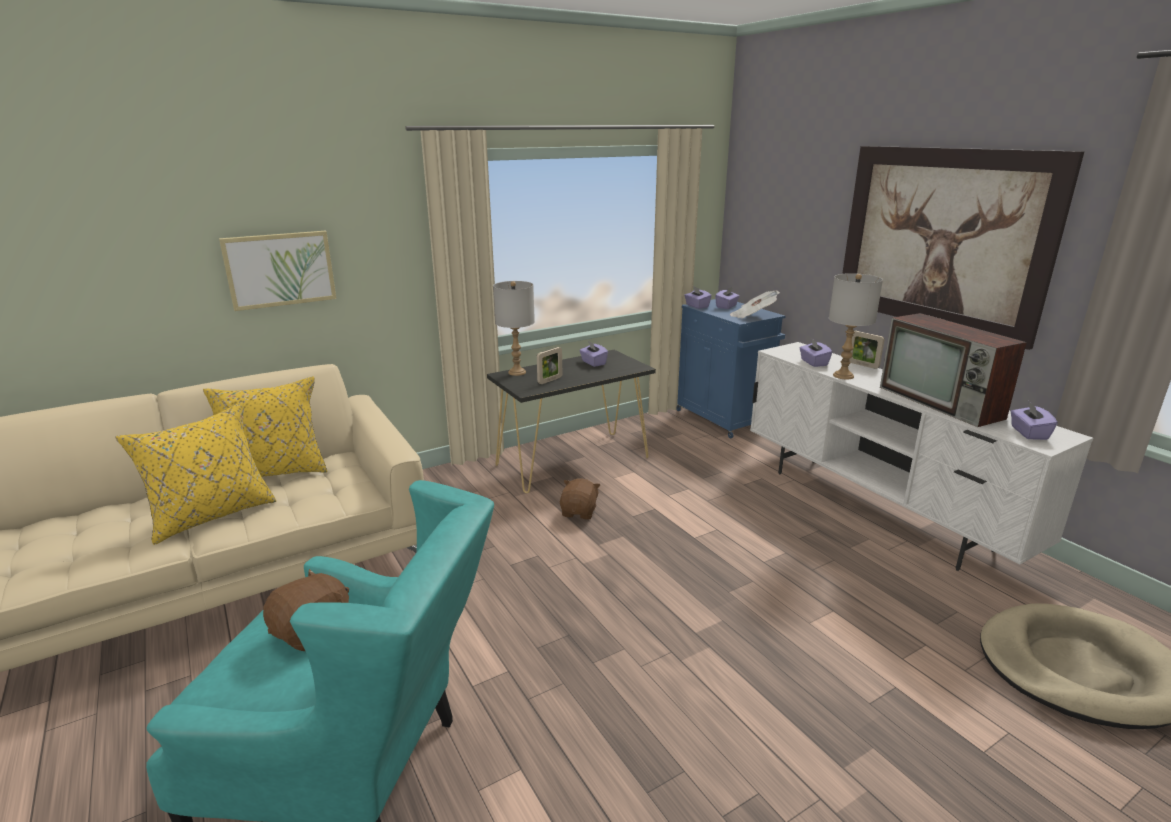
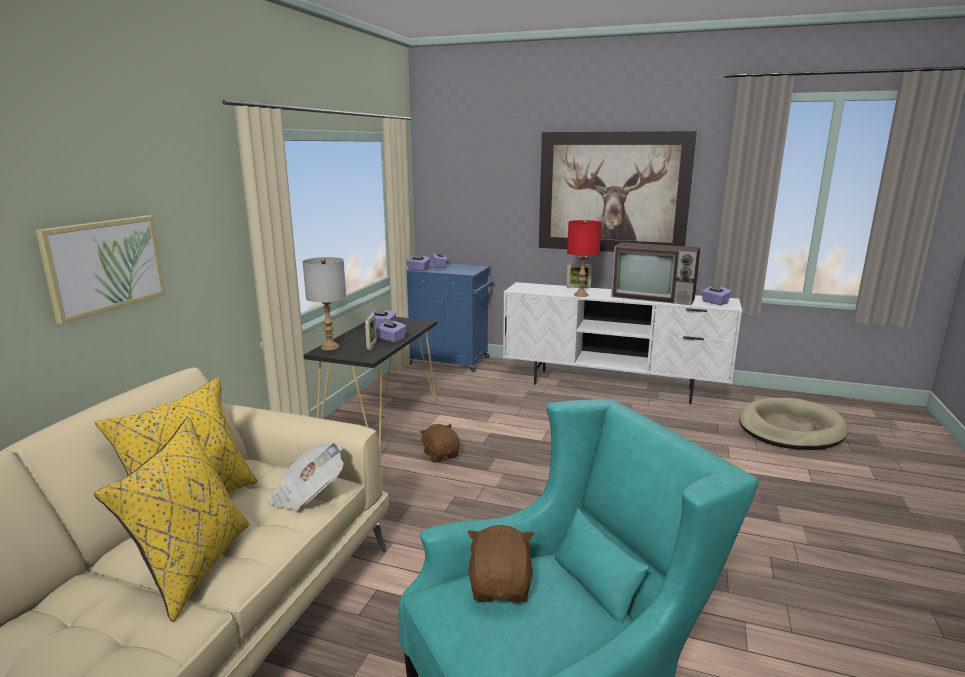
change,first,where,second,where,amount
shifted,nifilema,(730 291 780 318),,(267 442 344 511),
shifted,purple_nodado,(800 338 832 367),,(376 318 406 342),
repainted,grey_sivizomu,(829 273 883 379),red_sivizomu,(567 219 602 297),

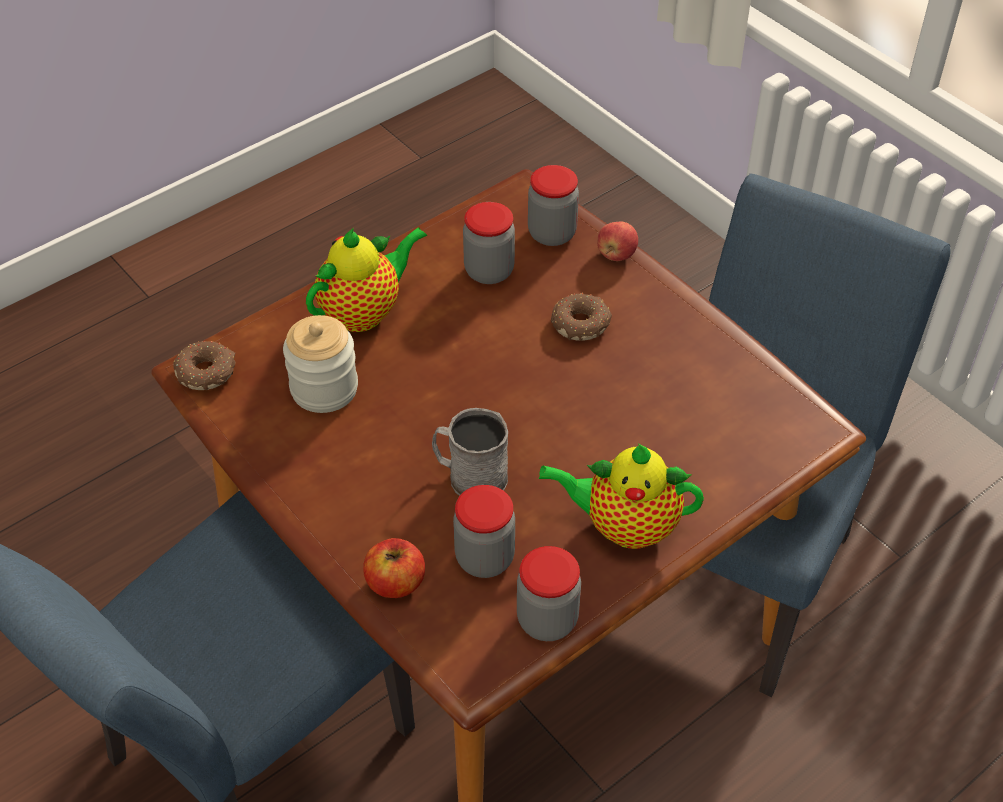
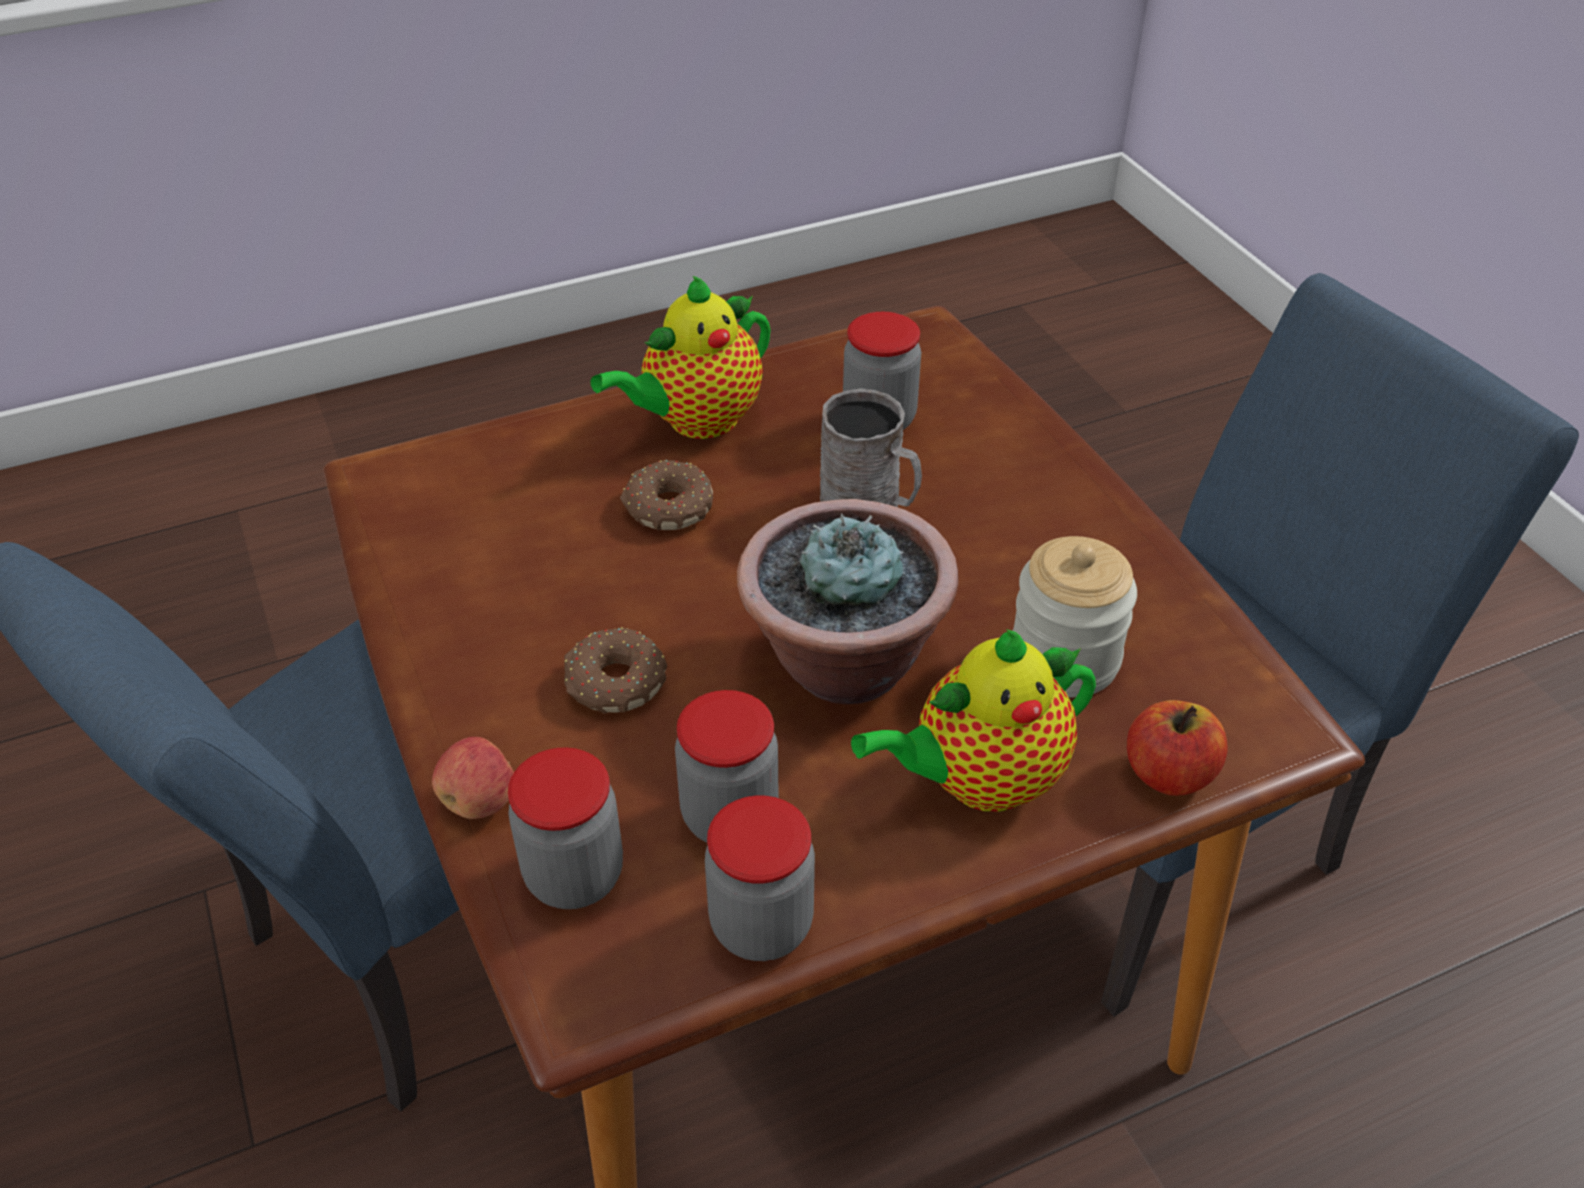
change,first,where,second,where,amount
rotated,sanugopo,(539 444 704 549),,(590 276 771 439),120 degrees clockwise
shifted,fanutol,(173 341 235 390),,(620 460 713 530),
shifted,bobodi,(517 546 581 641),,(705 795 815 961),
new,,,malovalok,(737 499 959 704),
shifted,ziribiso,(363 538 425 598),,(1127 700 1227 796),

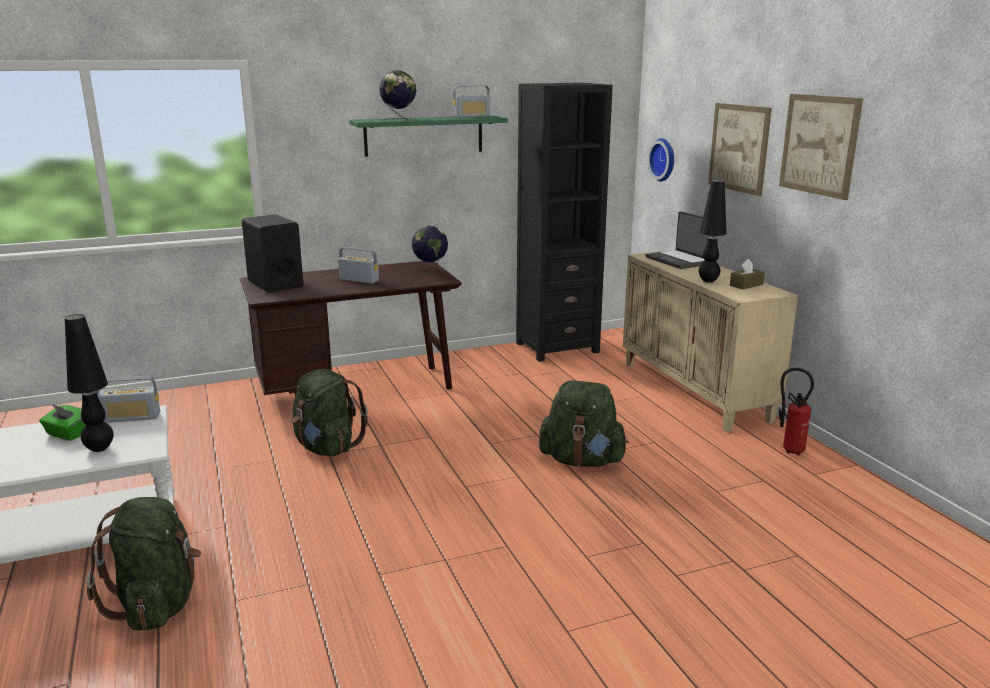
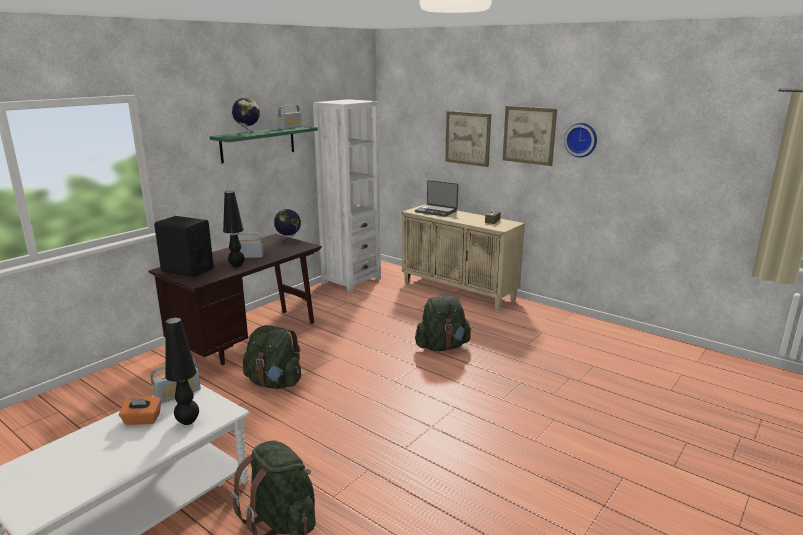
change,first,where,second,where,amount
repainted,green_nodado,(39 404 86 441),orange_nodado,(119 396 161 425),
shifted,black_sivizomu,(699 180 727 283),,(223 191 245 267),
repainted,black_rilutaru,(516 83 613 362),white_rilutaru,(313 99 381 292),
shifted,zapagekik,(648 138 674 182),,(564 123 597 157),
gone,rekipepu,(779 368 814 455),,,

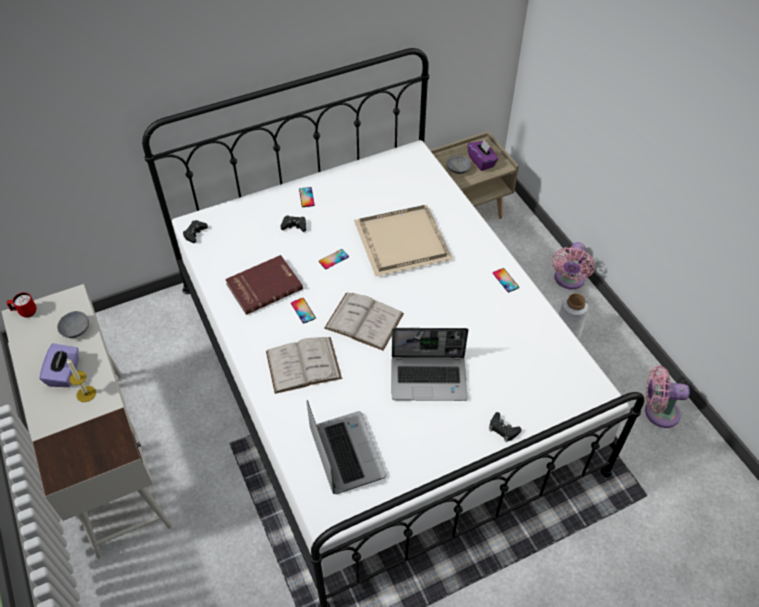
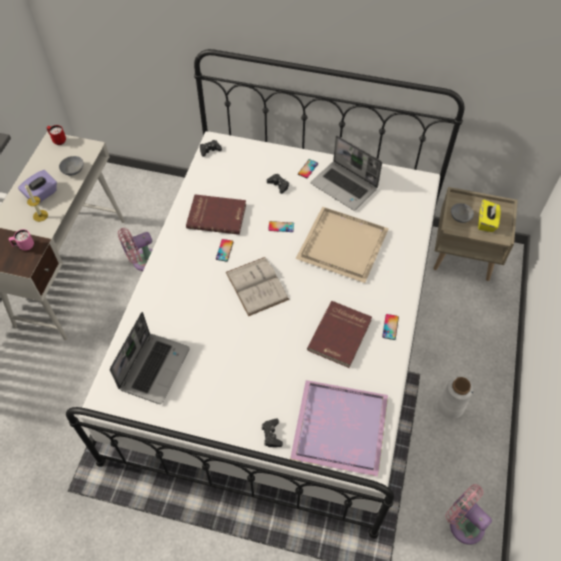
change,first,where,second,where,amount
new,,,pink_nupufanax,(9 229 34 251),
shifted,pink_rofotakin,(552 242 595 290),,(118 228 153 271),
new,,,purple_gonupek,(290 380 388 477),
new,,,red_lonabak,(307 301 372 368),
shifted,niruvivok,(392 328 469 401),,(311 135 382 211),
repainted,purple_nodado,(467 139 499 171),yellow_nodado,(478 199 500 232),
gone,white_lonabak,(266 337 342 394),,,

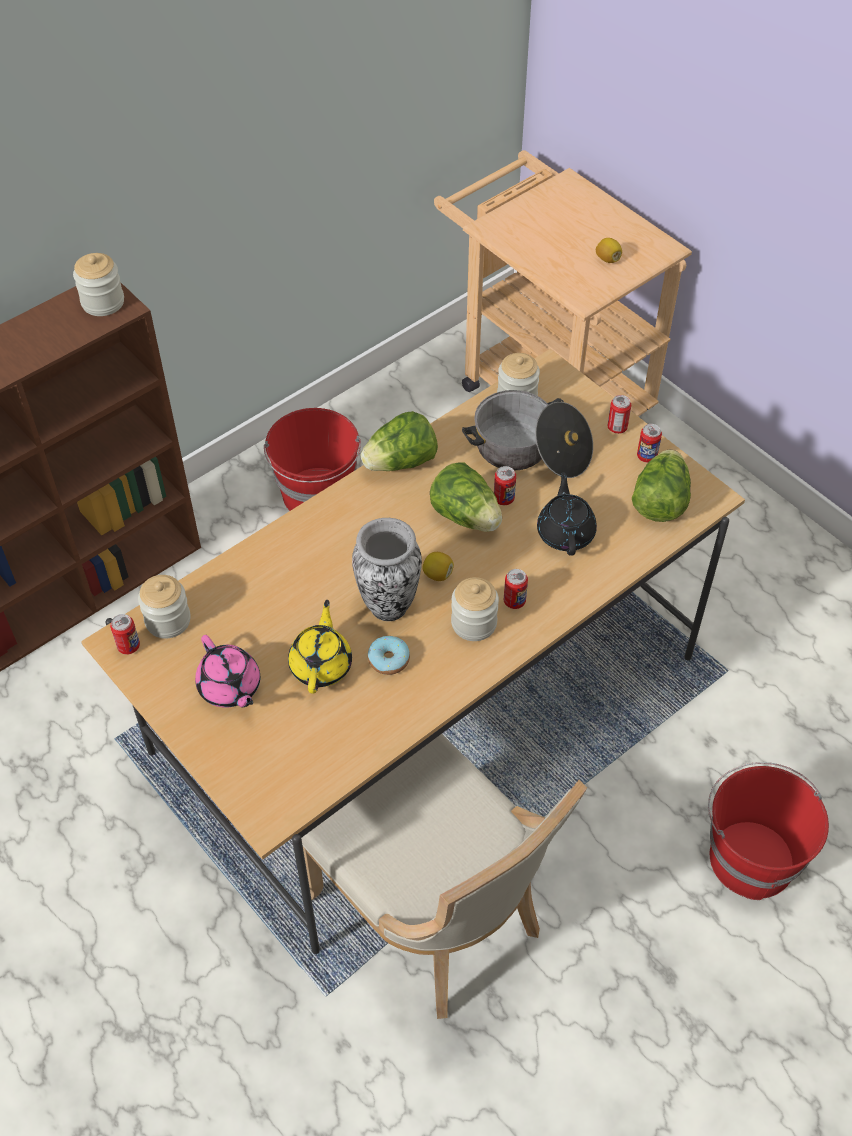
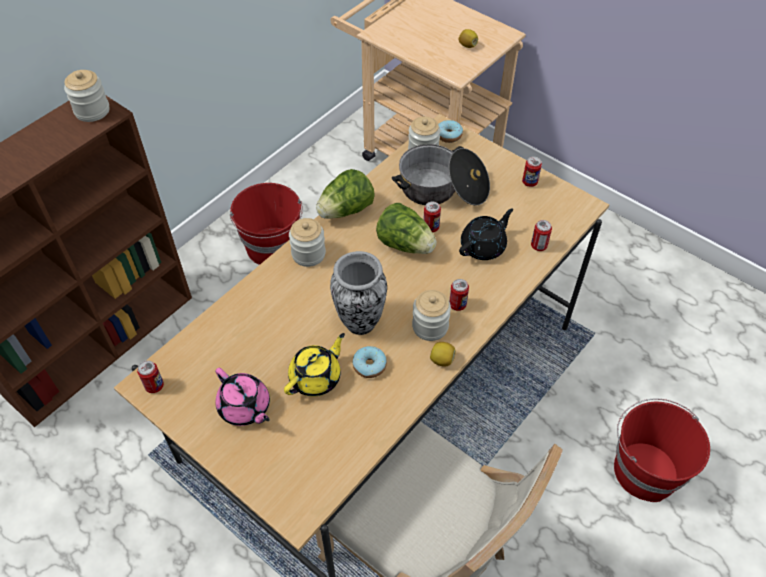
change,first,where,second,where,amount
rotated,yellow_sanugopo,(288 600 352 694),,(284 333 345 397),45 degrees clockwise
shifted,bobodi,(138 575 191 639),,(289 218 326 267),
shifted,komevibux,(422 552 454 581),,(430 342 456 367),
new,,,fanutol,(438 120 463 143),
rotated,black_sanugopo,(537 472 597 556),,(459 208 513 260),60 degrees clockwise
shifted,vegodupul,(608 395 631 434),,(531 220 552 251),
gone,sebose,(632 450 691 522),,,

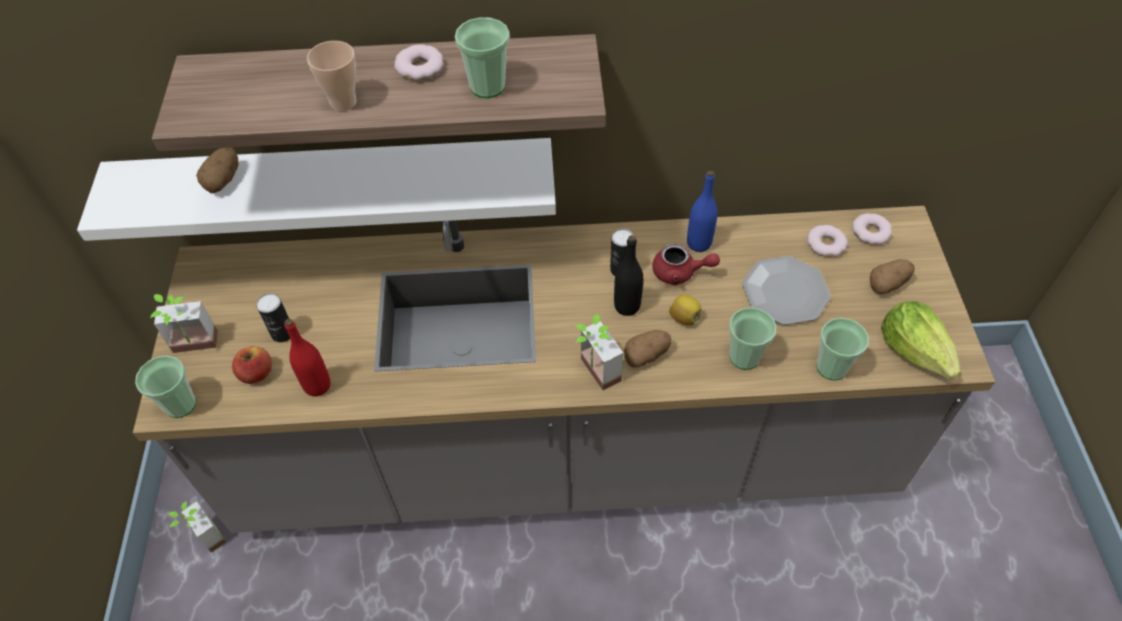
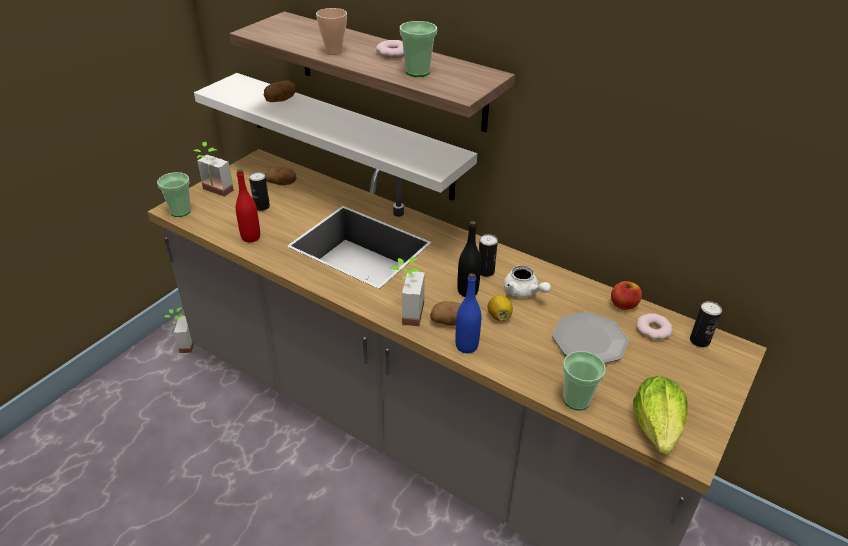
change,first,where,second,where,amount
shifted,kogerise,(870 259 915 294),,(265 166 296 185),
shifted,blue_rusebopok,(687 170 718 252),,(455 273 481 353),
repainted,red_sanugopo,(652 244 720 285),white_sanugopo,(504 266 551 298),
shifted,ziribiso,(232 346 272 384),,(611 281 642 310),
swapped,fanutol,(852 213 892 245),vegodupul,(690 301 722 347),
gone,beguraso,(729 307 777 370),,,

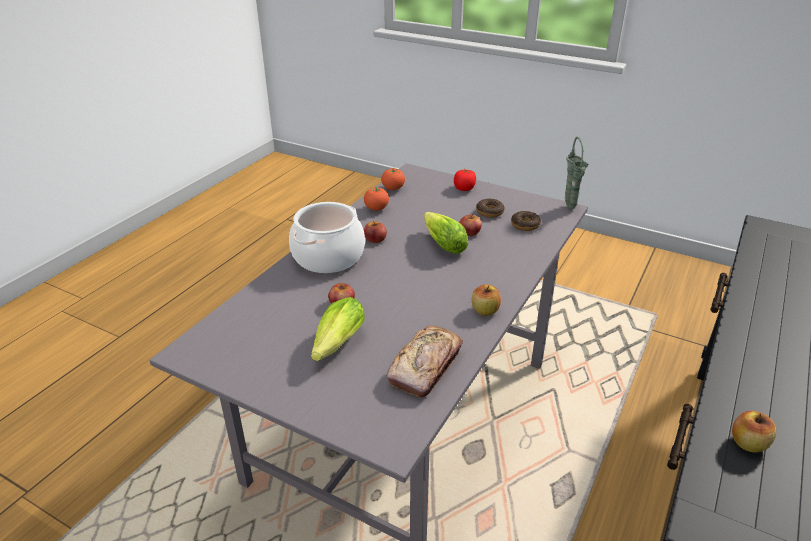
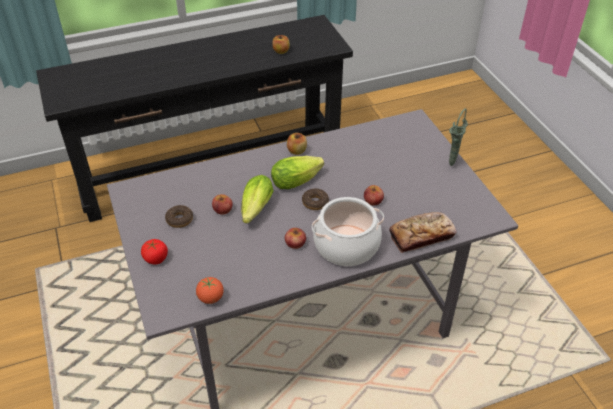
change,first,where,second,where,amount
shifted,sebose,(311 297 364 361),,(271 156 324 189),
shifted,fanutol,(511 211 541 231),,(302 189 329 210),
shifted,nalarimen,(387 325 463 397),,(389 212 456 253),
shifted,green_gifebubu,(565 137 588 210),,(449 108 468 166),
gone,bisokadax,(364 187 389 211),,,

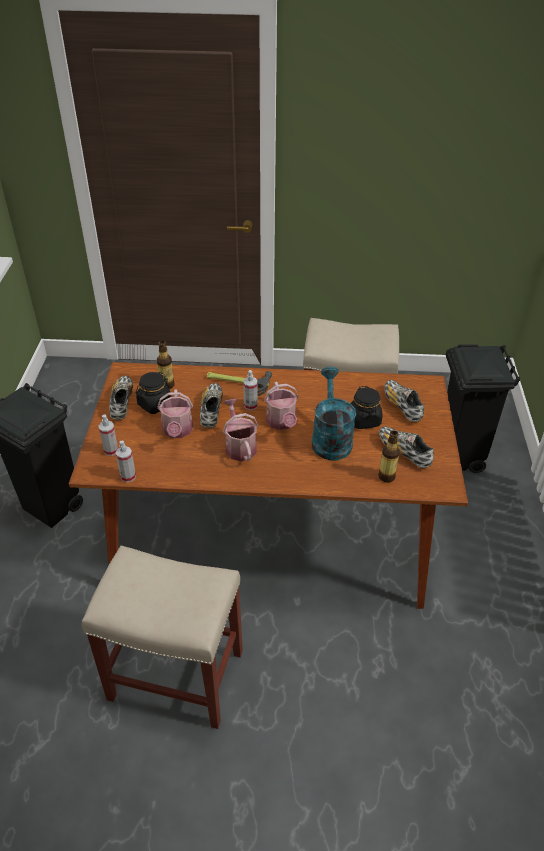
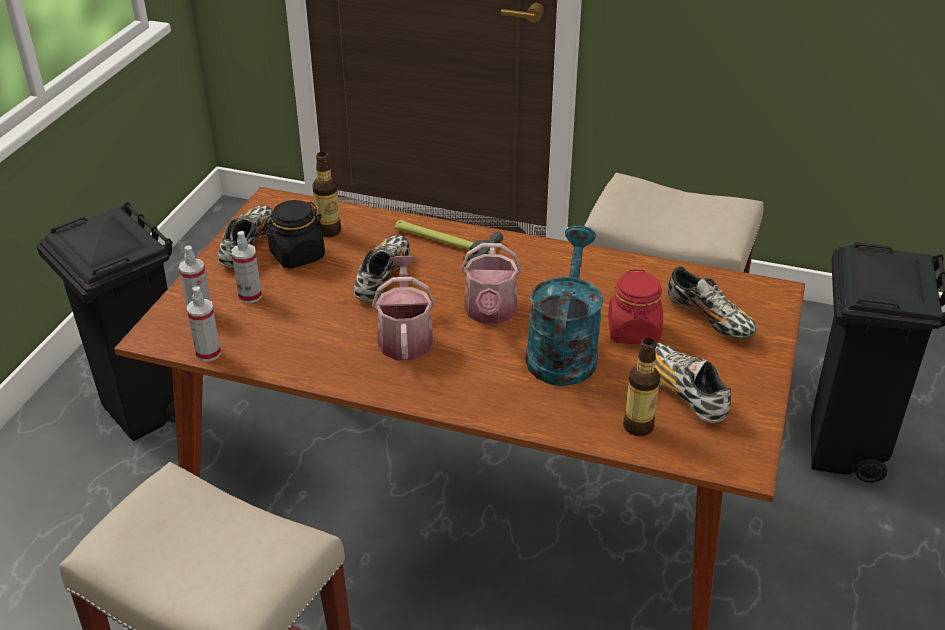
change,first,where,second,where,amount
shifted,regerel,(243 370 258 410),,(231 231 262 303),
repainted,black_bobodi,(351 386 383 429),red_bobodi,(608 270 663 344),
rotated,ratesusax,(384 380 424 422),,(668 266 757 339),150 degrees clockwise
gone,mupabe,(157 389 193 438),,,

